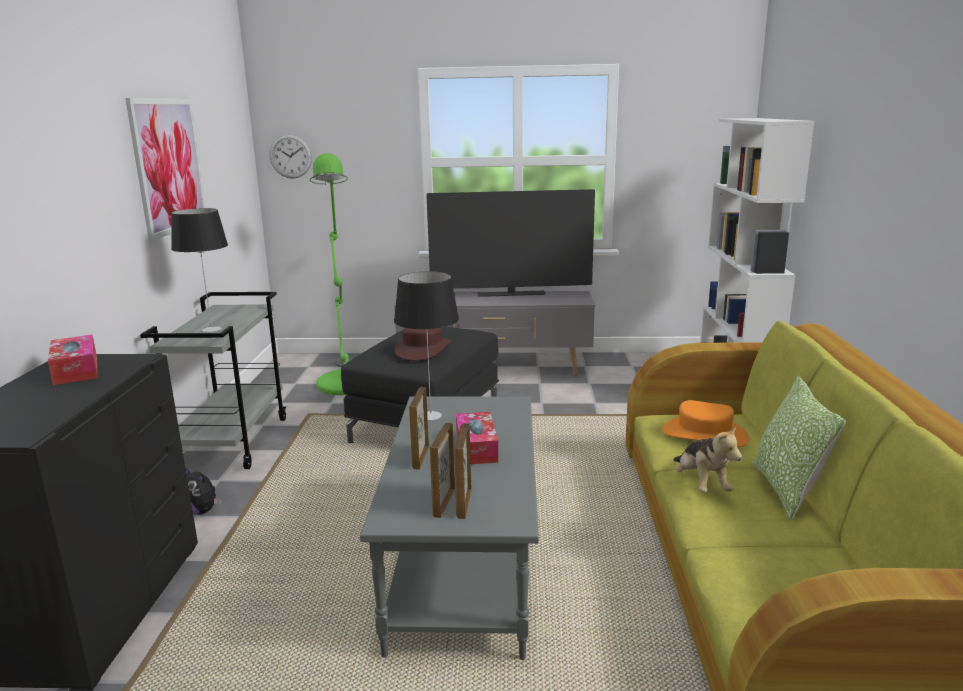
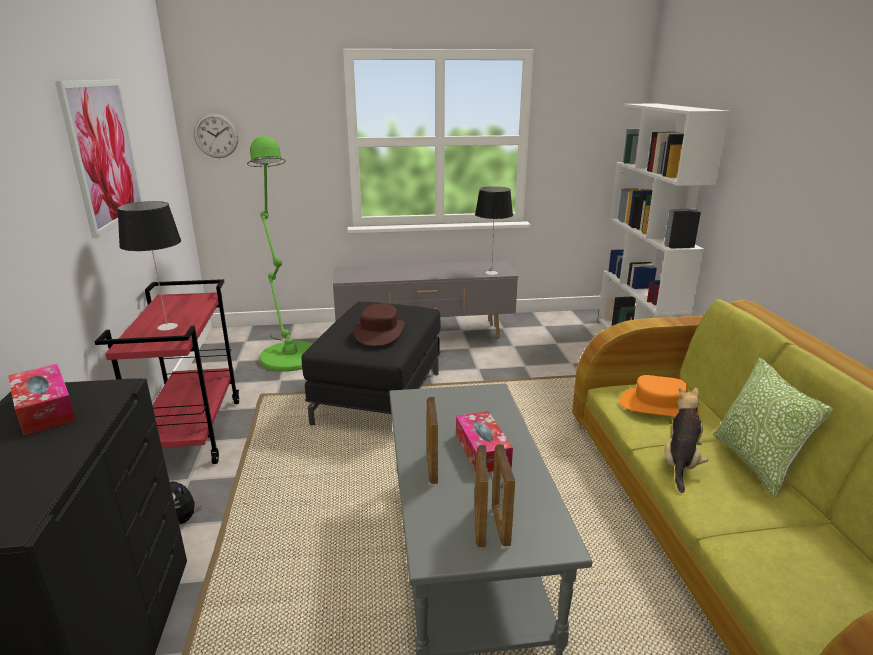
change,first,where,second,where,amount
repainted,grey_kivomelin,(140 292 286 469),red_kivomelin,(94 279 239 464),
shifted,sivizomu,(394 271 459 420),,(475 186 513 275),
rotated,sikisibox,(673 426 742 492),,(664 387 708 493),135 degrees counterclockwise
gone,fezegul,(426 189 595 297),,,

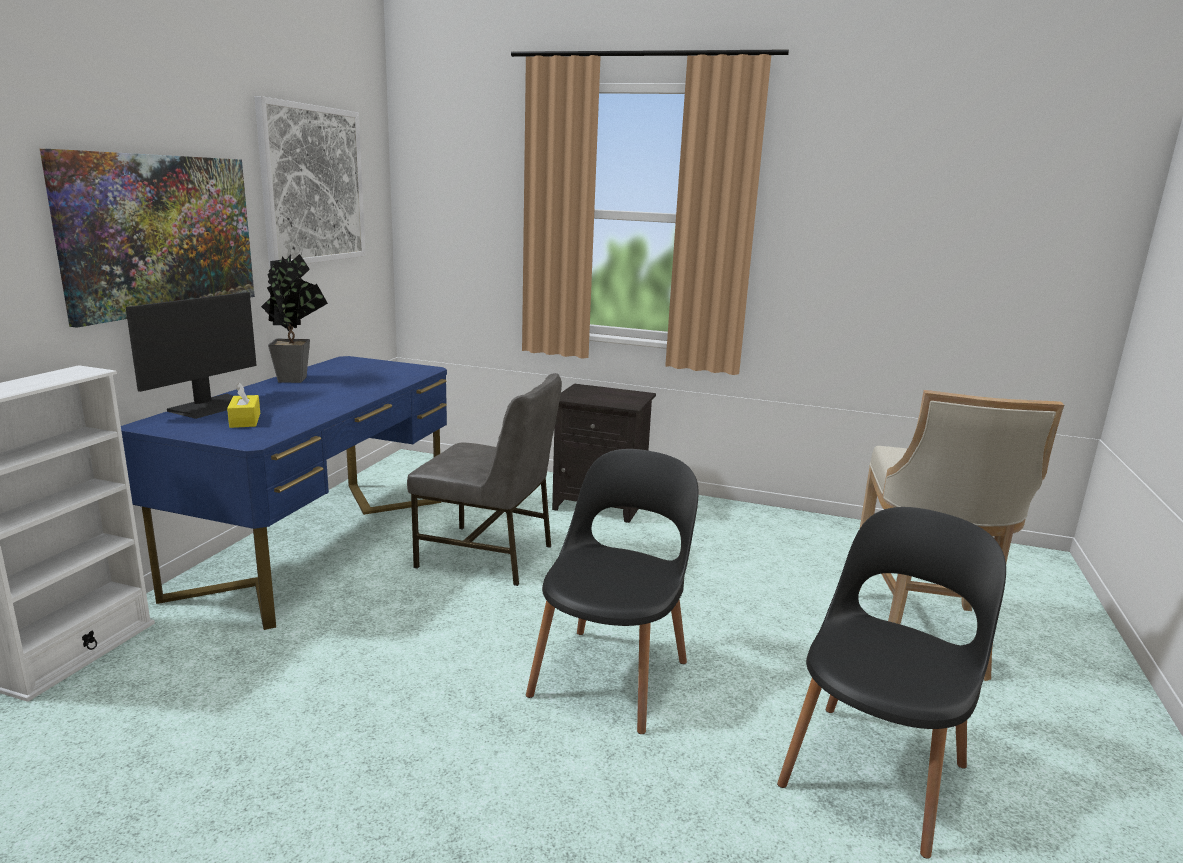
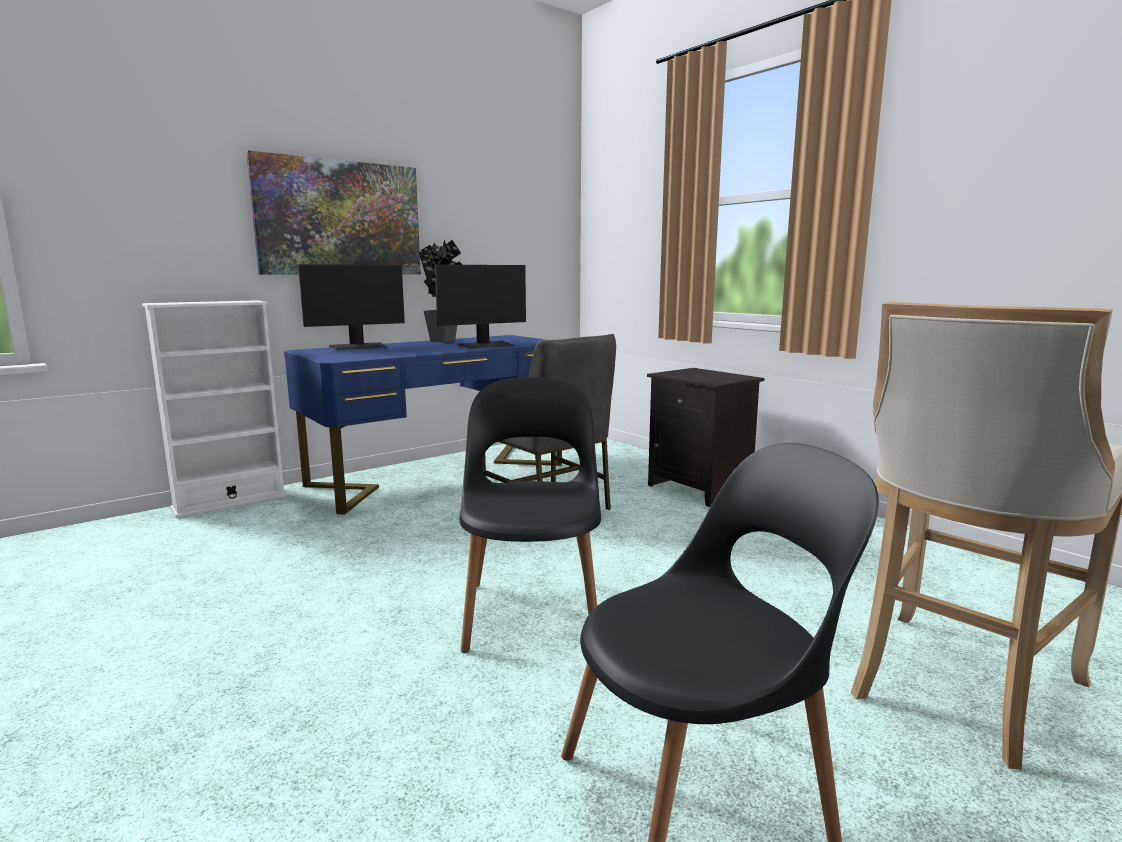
change,first,where,second,where,amount
new,,,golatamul,(435 265 526 349),
rotated,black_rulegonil,(526 449 699 734),,(460 377 601 653),60 degrees counterclockwise
gone,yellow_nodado,(227 383 260 428),,,
gone,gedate,(255 96 366 267),,,

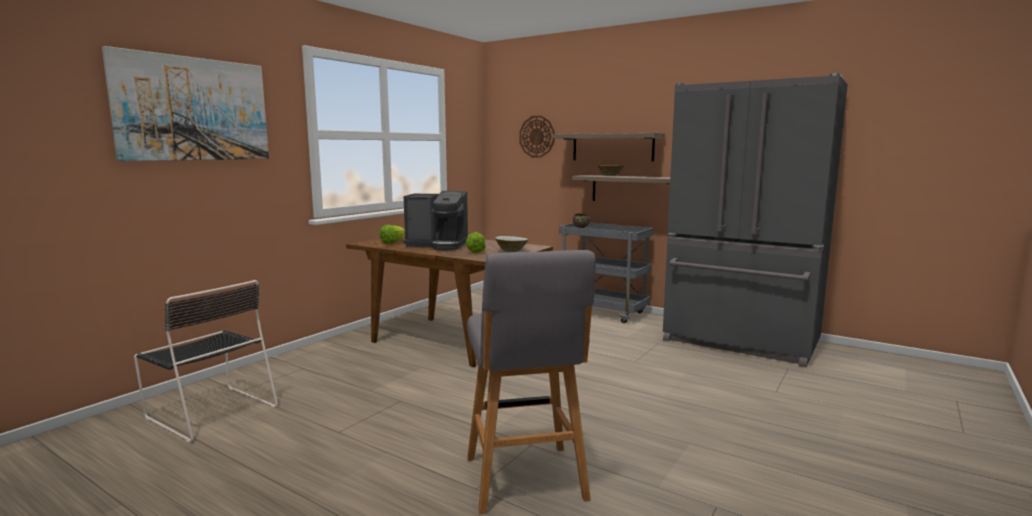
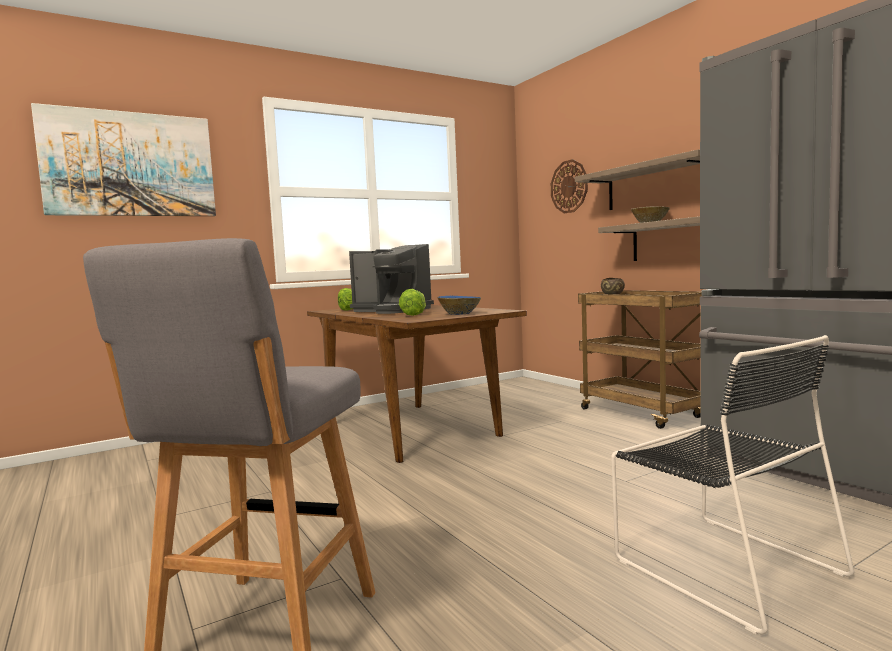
change,first,where,second,where,amount
repainted,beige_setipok,(495 236 528 252),blue_setipok,(437 296 481 315),
repainted,grey_kivomelin,(559 223 654 323),brown_kivomelin,(578 290 701 429),
shifted,black_rulegonil,(134 280 278 443),,(611 335 854 634),

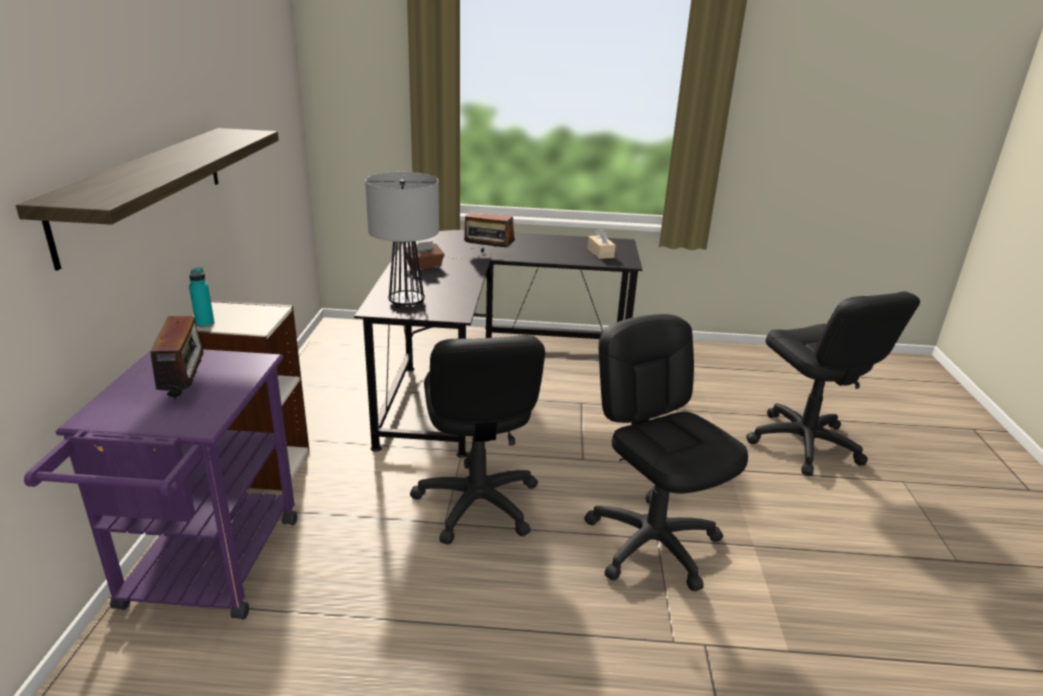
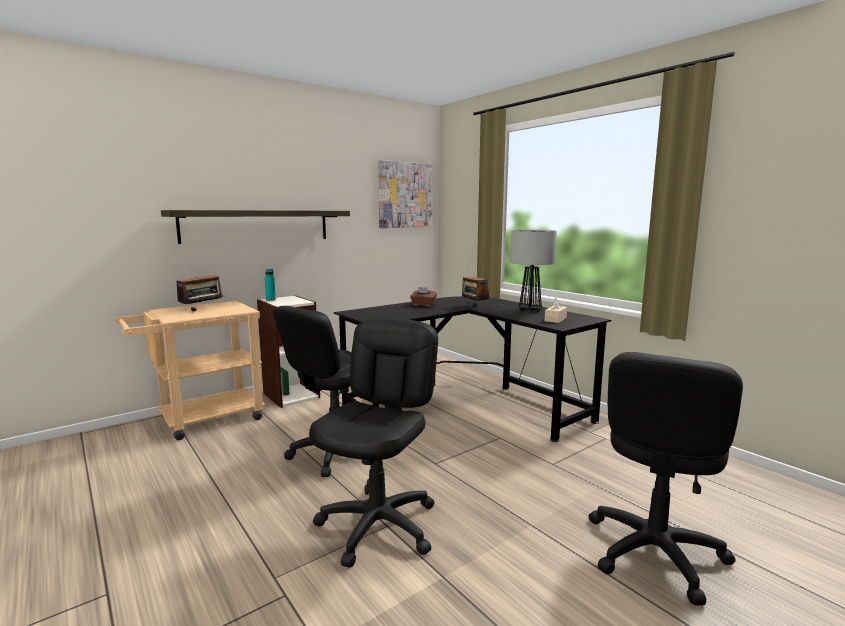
change,first,where,second,where,amount
repainted,purple_kivomelin,(24 349 297 620),beige_kivomelin,(115 301 265 440),
new,,,gedate,(378 160 432 228),
shifted,sivizomu,(365 172 439 308),,(510 230 557 312),

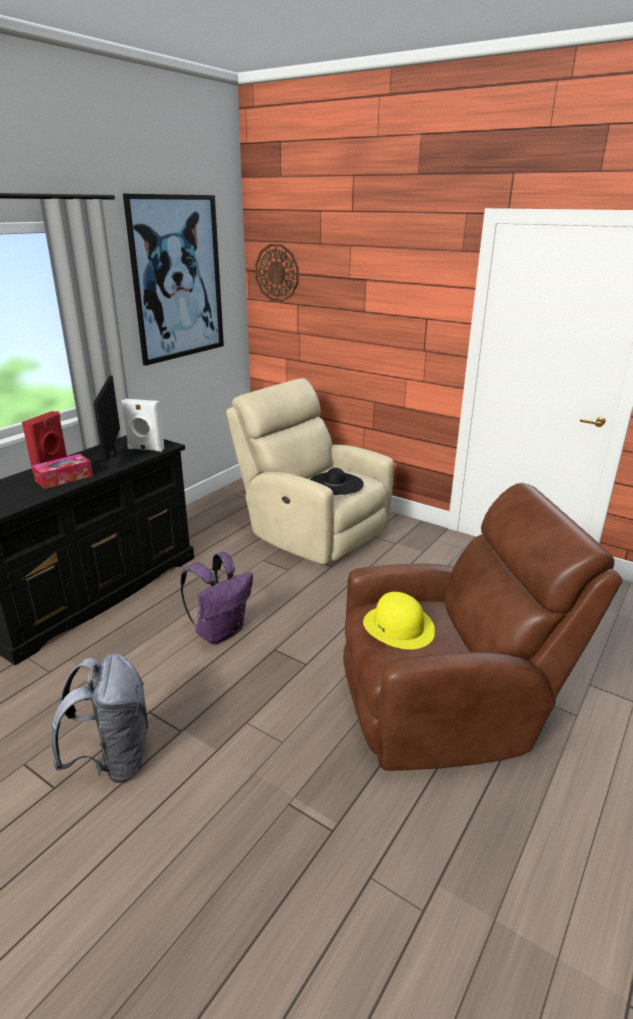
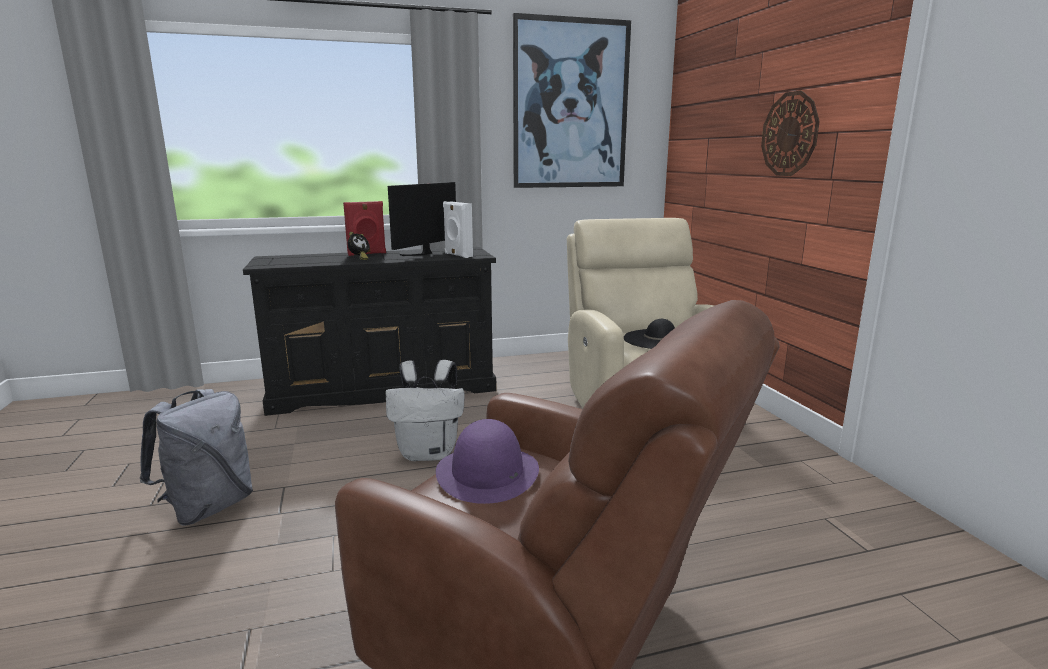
change,first,where,second,where,amount
swapped,nodado,(32 454 93 489),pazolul,(348 232 370 260),
repainted,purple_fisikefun,(181 552 253 644),white_fisikefun,(385 360 465 461),
repainted,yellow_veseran,(363 592 435 649),purple_veseran,(436 419 539 504),
shifted,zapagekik,(255 244 299 302),,(761 90 820 176),

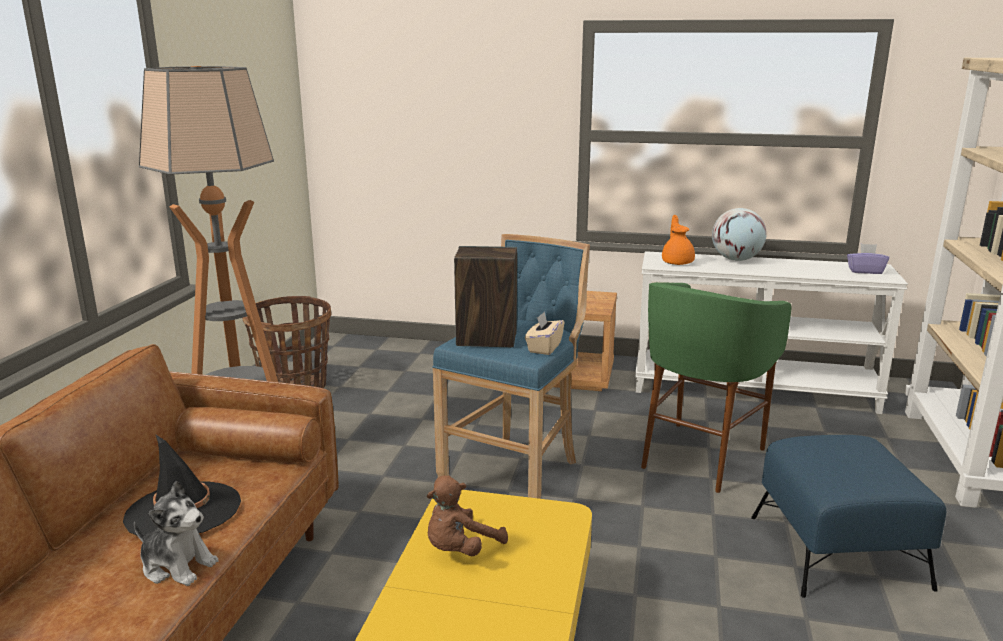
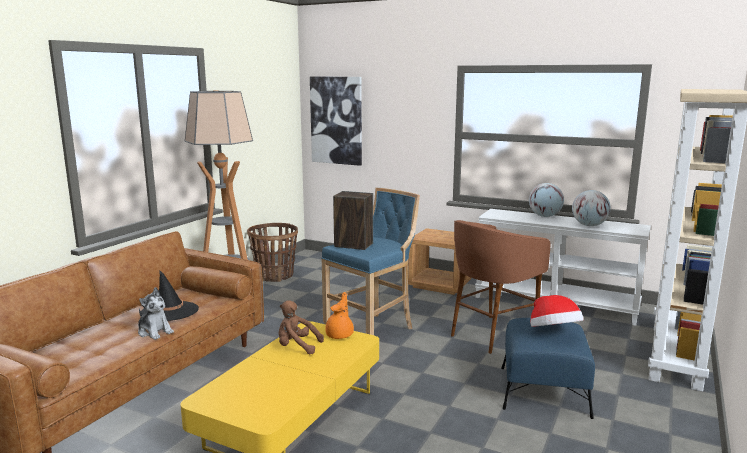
change,first,where,second,where,amount
rotated,brown_sikisibox,(427 475 508 556),,(279 300 324 354),45 degrees clockwise
new,,,gedate,(310 77 362 166),
shifted,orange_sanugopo,(662 215 695 265),,(325 292 354 339),
repainted,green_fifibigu,(641 282 791 493),brown_fifibigu,(451 220 550 354),
new,,,veseran,(530 295 584 327),
new,,,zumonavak,(572 190 611 226),
gone,beige_nodado,(525 312 564 355),,,
gone,purple_nodado,(847 244 889 274),,,

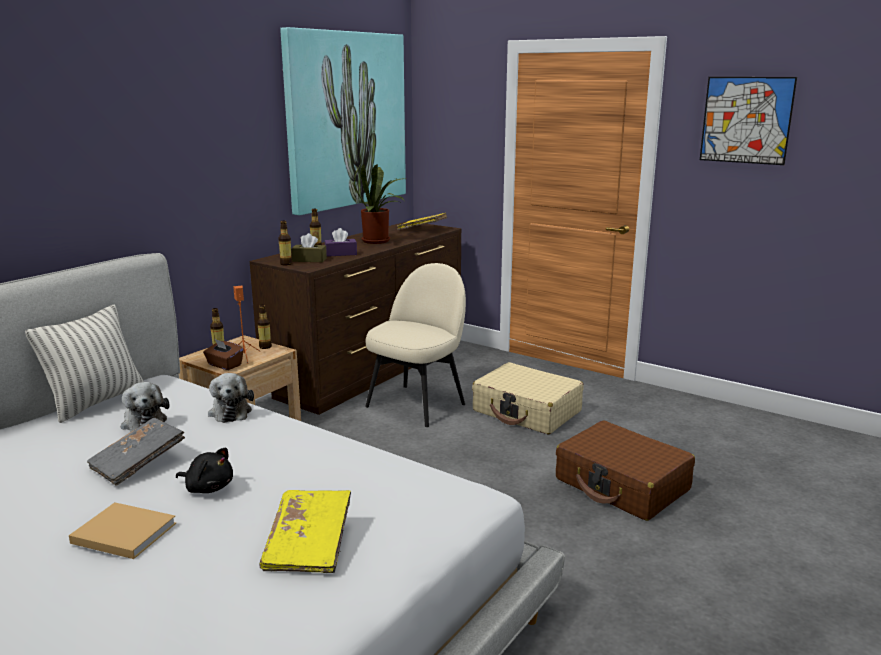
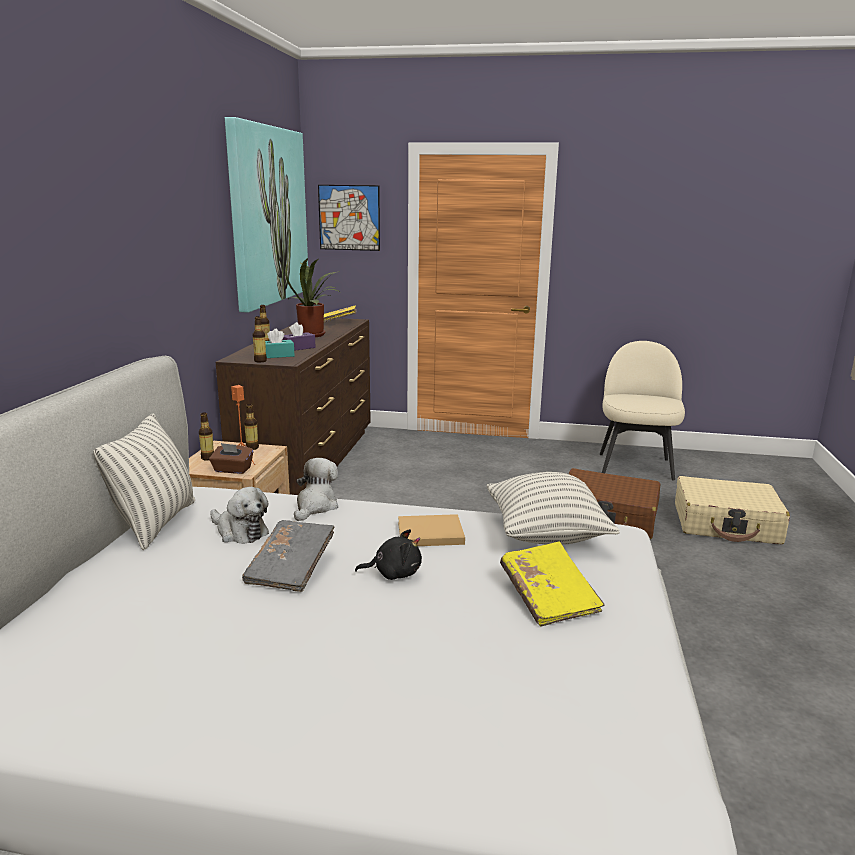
change,first,where,second,where,amount
repainted,brown_nodado,(291 233 327 262),turquoise_nodado,(265 329 295 358),
rotated,sikisibox,(208 373 254 423),,(294 458 338 521),120 degrees counterclockwise
shifted,gedate,(700 77 797 165),,(318 185 380 251),
shifted,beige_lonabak,(69 502 176 559),,(398 514 465 546),
new,,,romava,(487 472 620 545),
shifted,beige_rulegonil,(365 263 466 427),,(599 341 685 480),
shifted,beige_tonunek,(472 362 583 435),,(675 476 790 545),

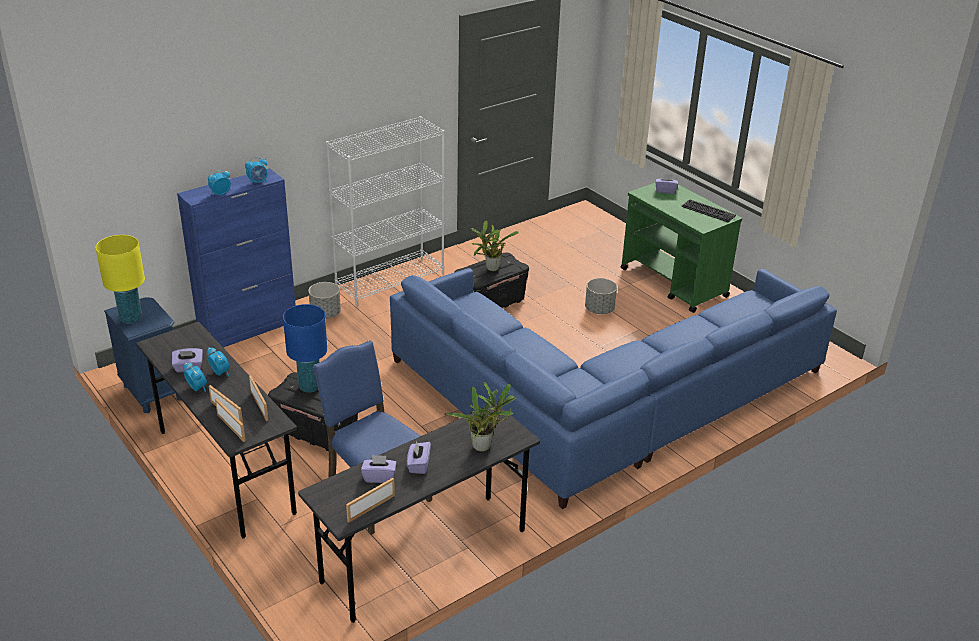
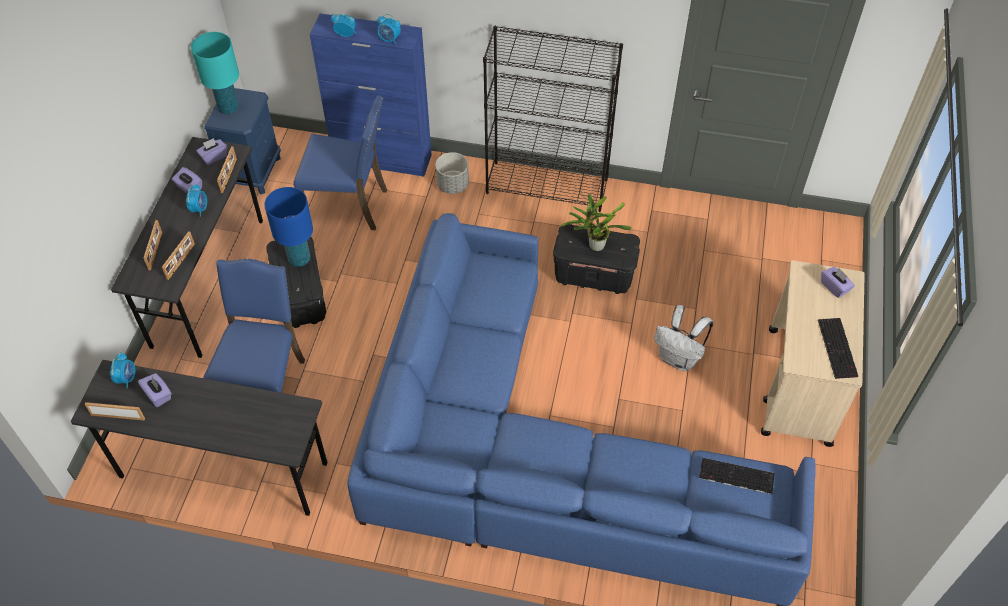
change,first,where,second,where,amount
shifted,pazolul,(183 362 207 392),,(110 352 135 388),
repainted,yellow_sivizomu,(95 235 145 324),turquoise_sivizomu,(191 32 239 114),
shifted,purple_nodado,(407 441 431 474),,(196 138 227 165),
shifted,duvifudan,(215 398 246 442),,(217 146 237 193),
new,,,blue_rulegonil,(293 96 387 230),
repainted,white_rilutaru,(326 116 445 306),black_rilutaru,(483 26 623 212),
swapped,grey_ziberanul,(585 278 617 314),white_fisikefun,(654 305 713 371),
new,,,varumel,(699 458 775 494),
repainted,green_kivomelin,(620 183 742 313),beige_kivomelin,(761 260 864 447),
gone,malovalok,(444 382 516 452),,,

